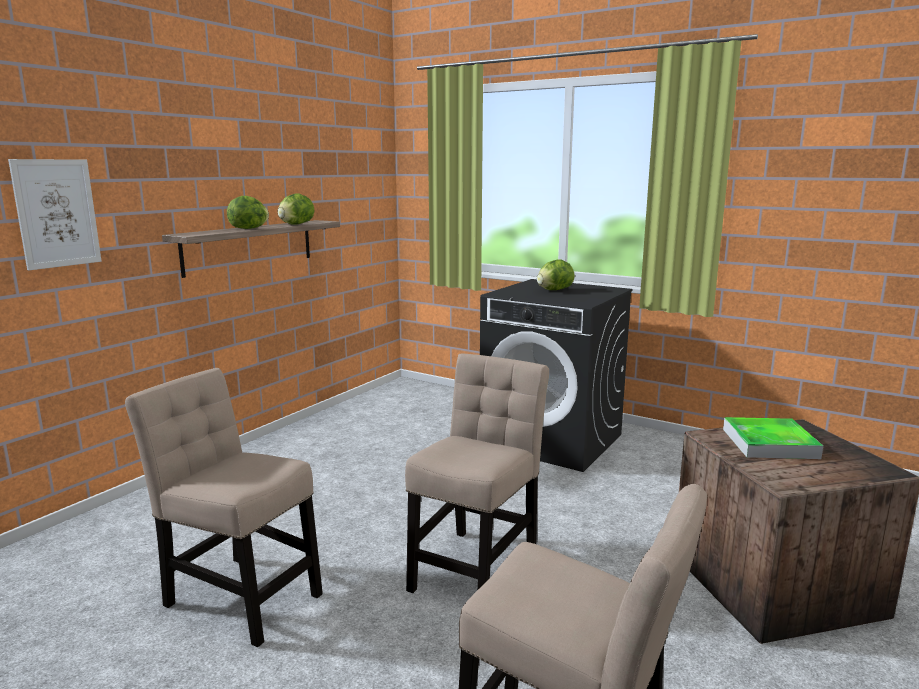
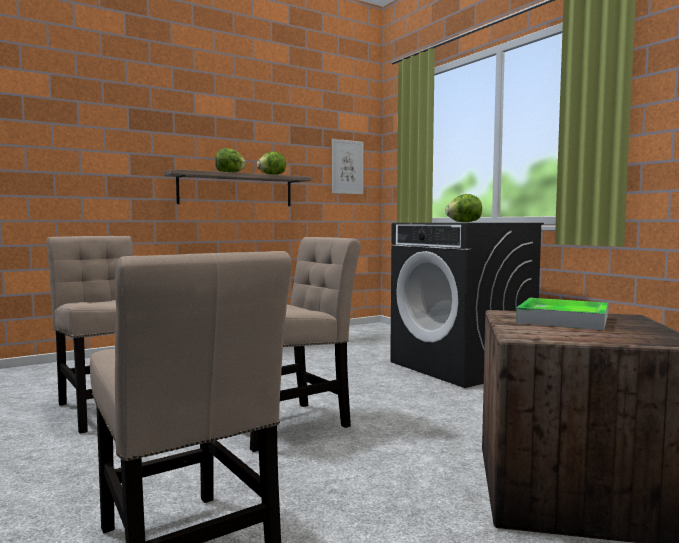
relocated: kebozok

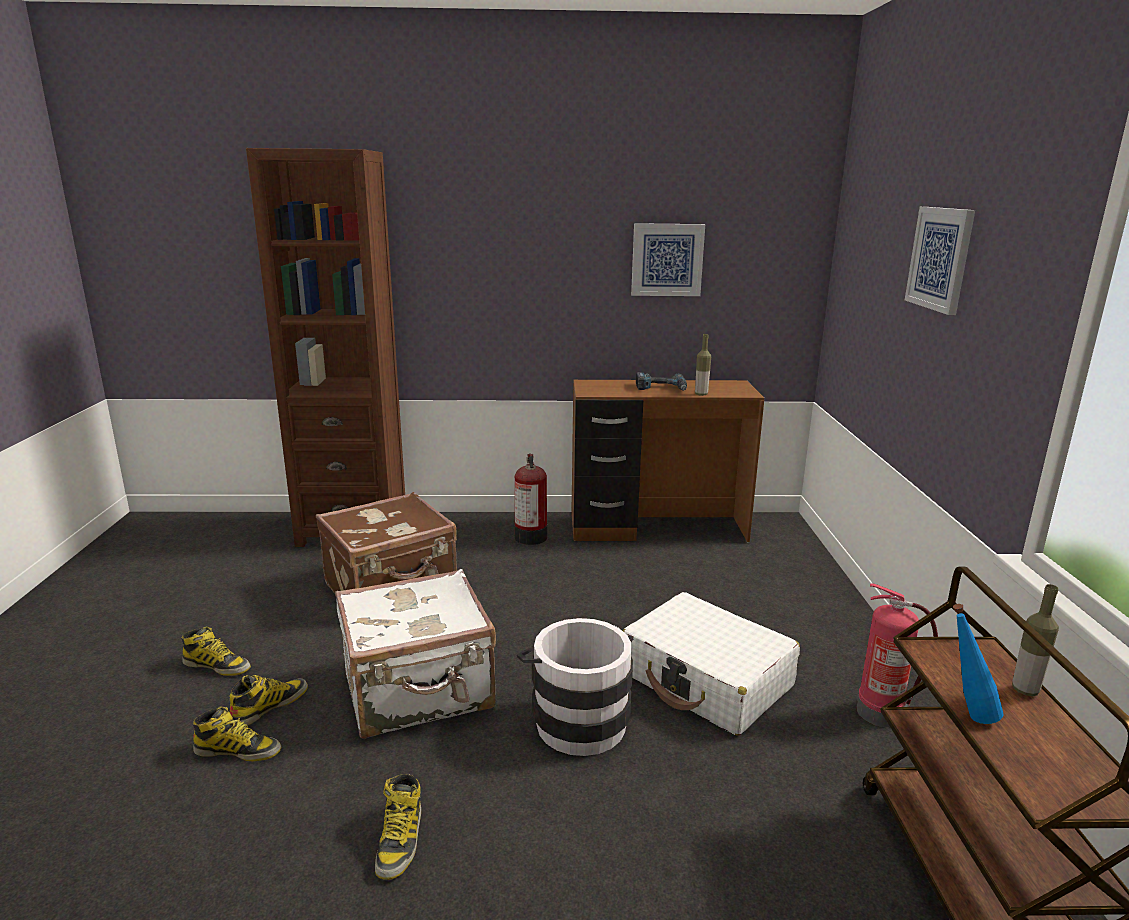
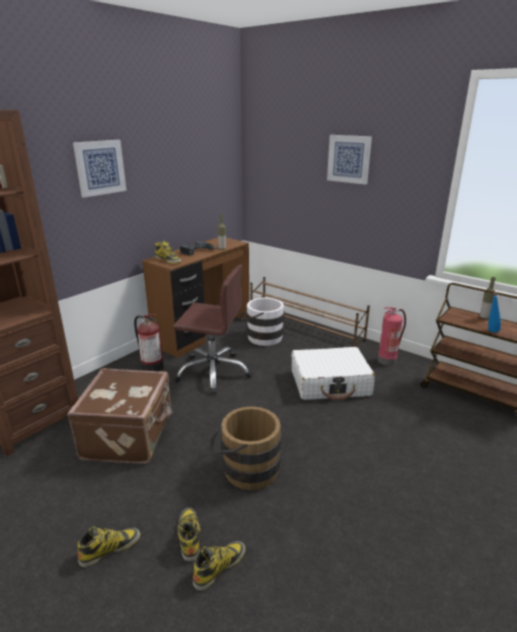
appeared: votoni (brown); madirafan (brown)
relocated: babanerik (no. 4 from left in the first image) to babanerik (no. 2 from left); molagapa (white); kebozok (no. 1 from left)
exchanged: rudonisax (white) (no. 1 from left) to molagapa (brown)

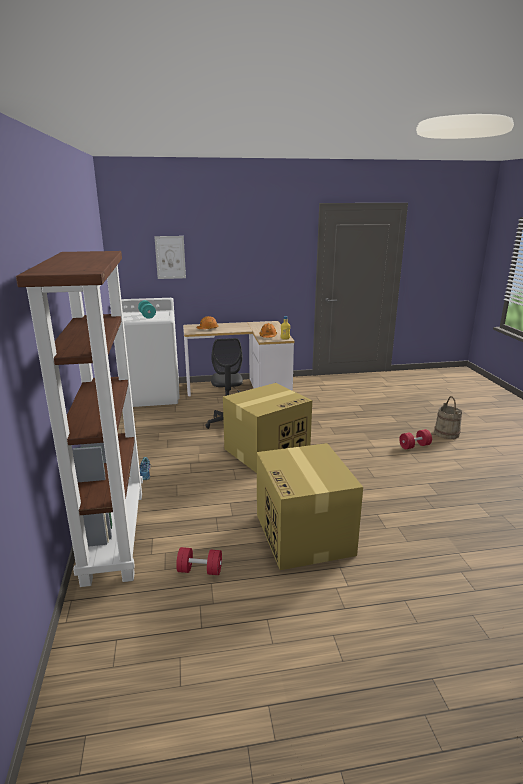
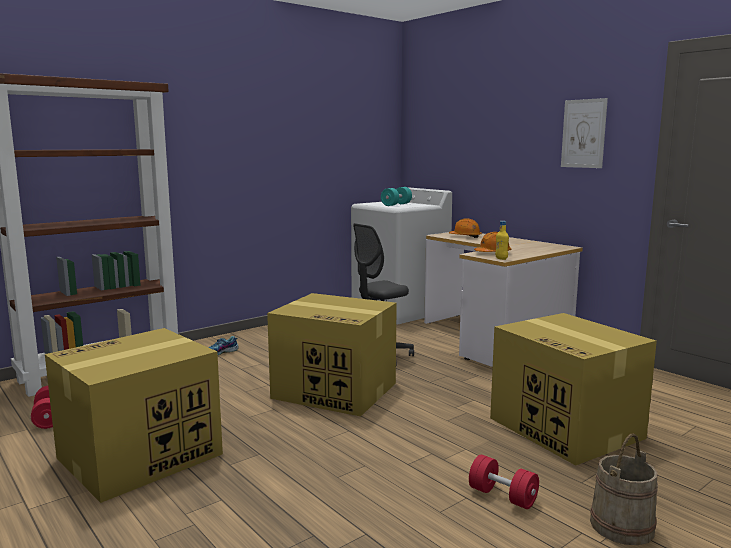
appeared: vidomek (no. 3 from left)
relocated: kebozok

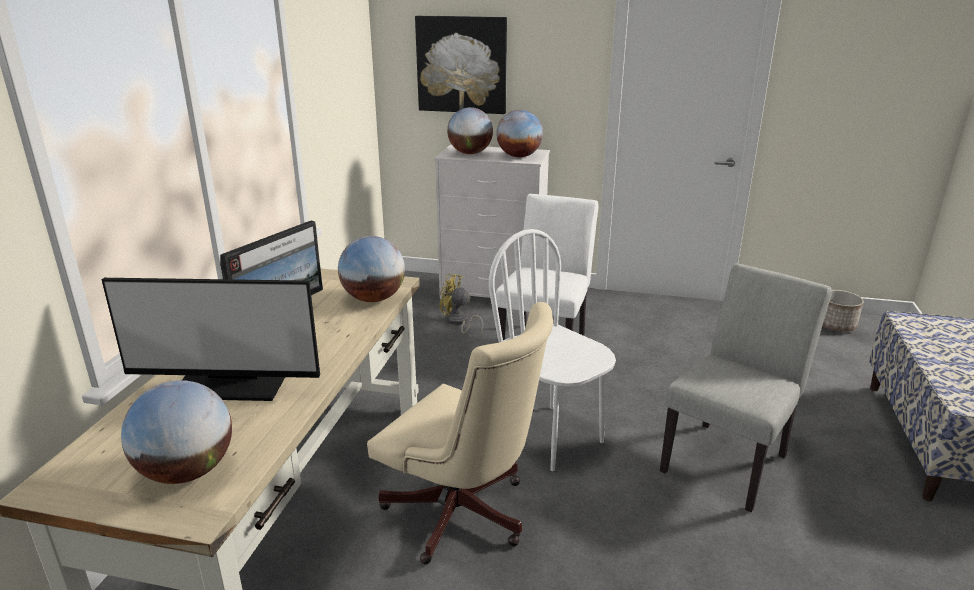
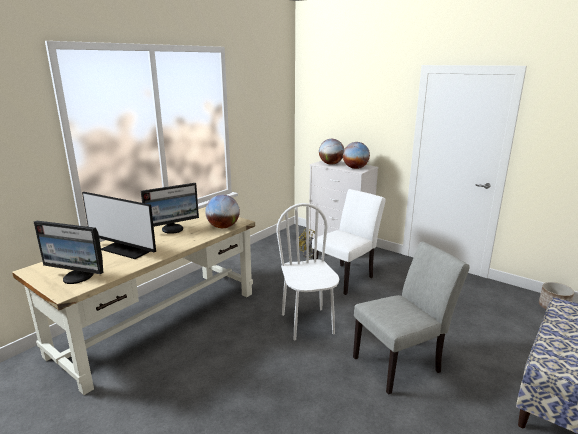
missing: votoni (beige); kebozok
exchanged: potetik (no. 1 from left) to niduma (no. 1 from left)

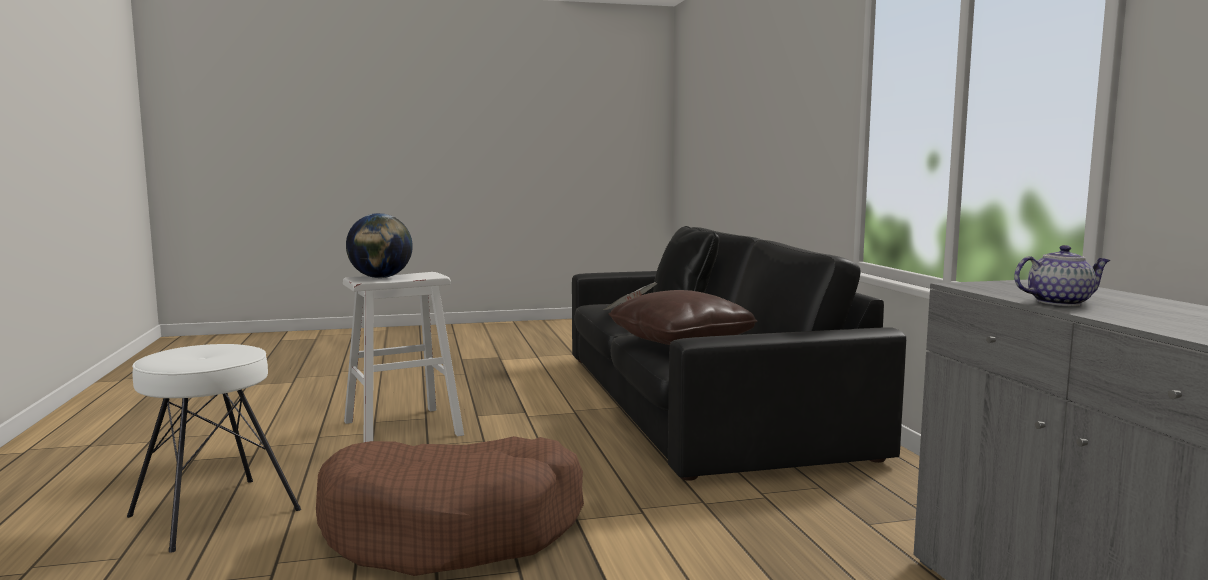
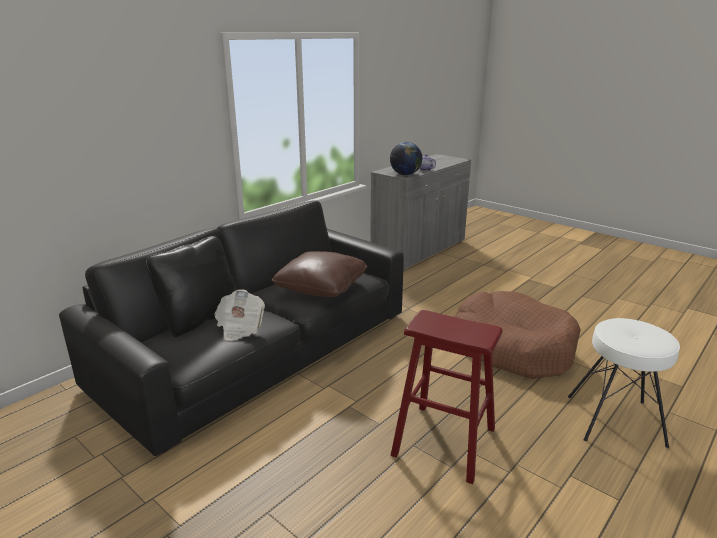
relocated: potetik
colour: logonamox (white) (no. 2 from left) to logonamox (red)

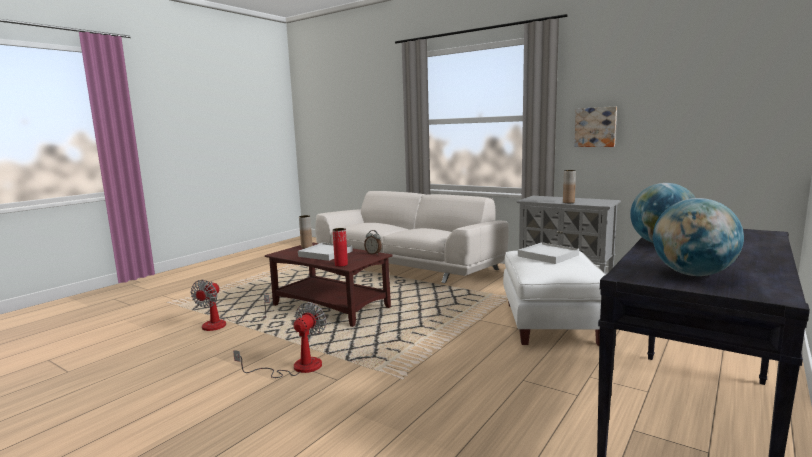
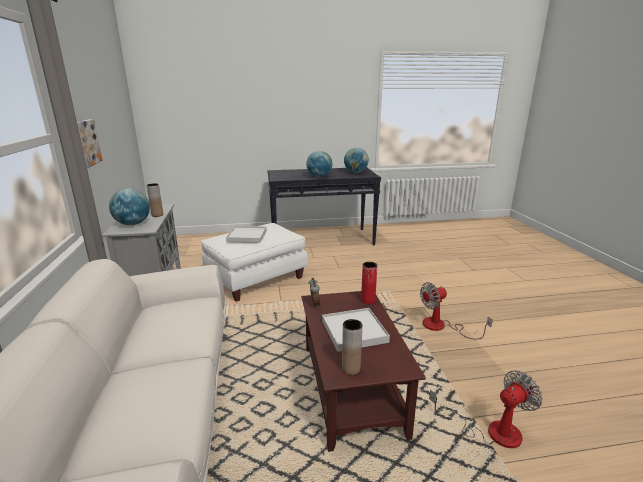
appeared: potetik (no. 1 from left)

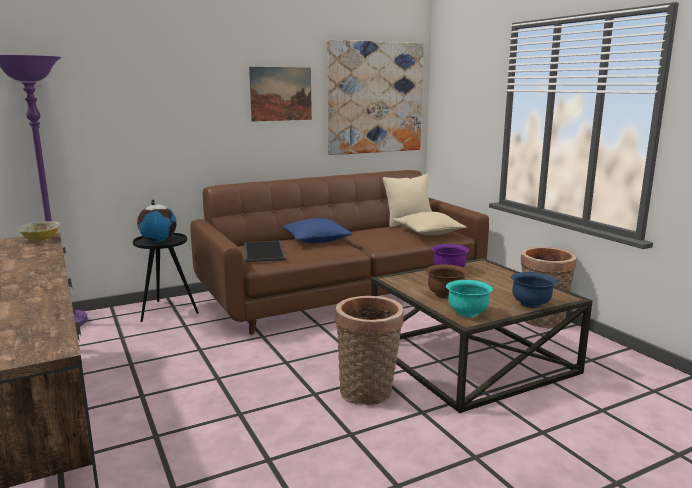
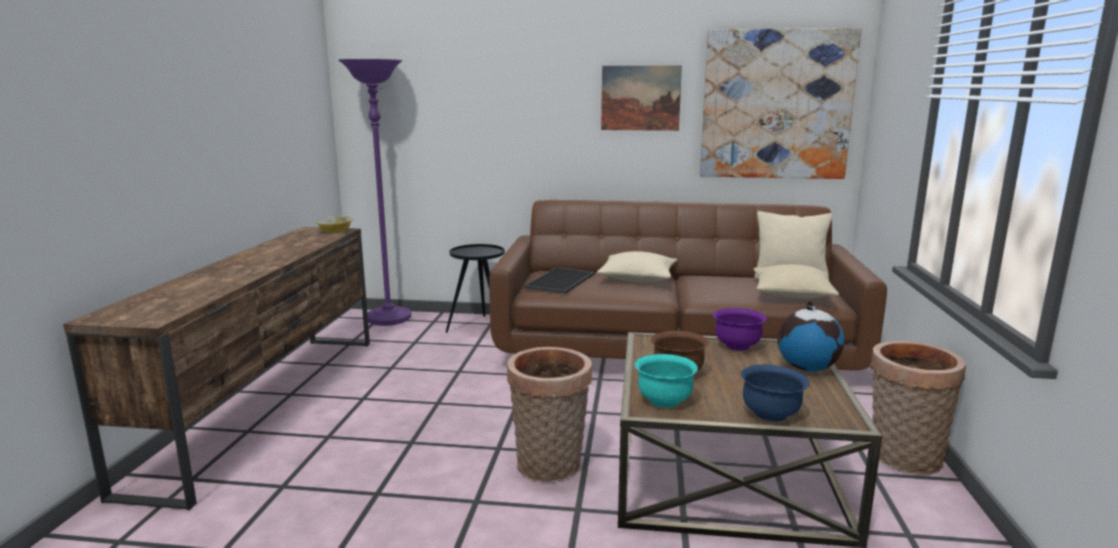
relocated: potetik
colour: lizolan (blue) to lizolan (beige) (no. 1 from left)

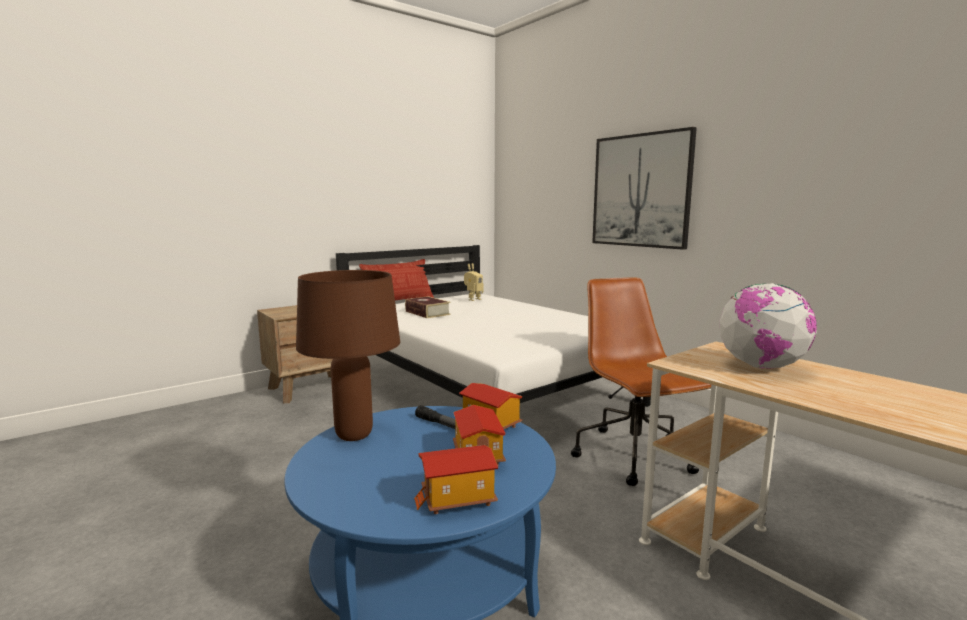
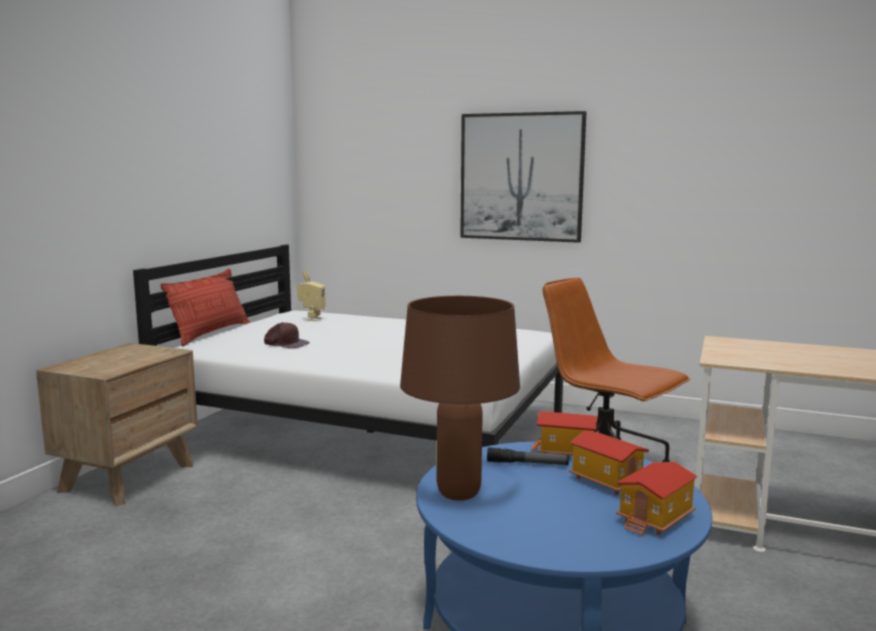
missing: potetik
exchanged: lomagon to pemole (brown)

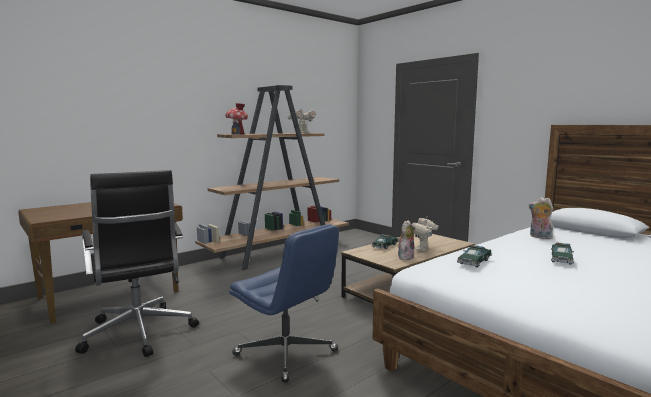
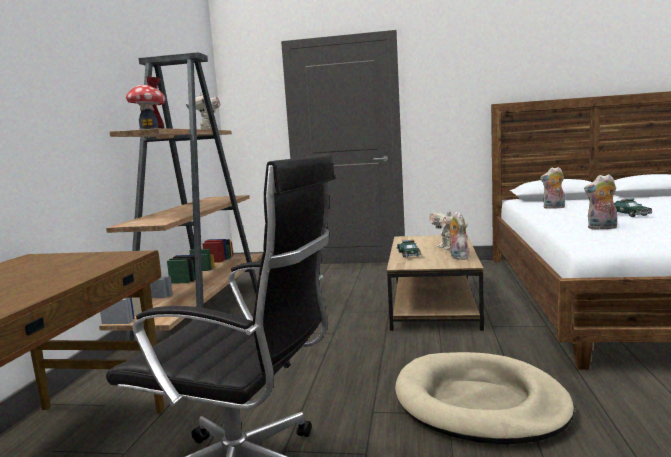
exchanged: votoni (blue) to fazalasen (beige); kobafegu (no. 2 from left) to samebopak (no. 3 from left)

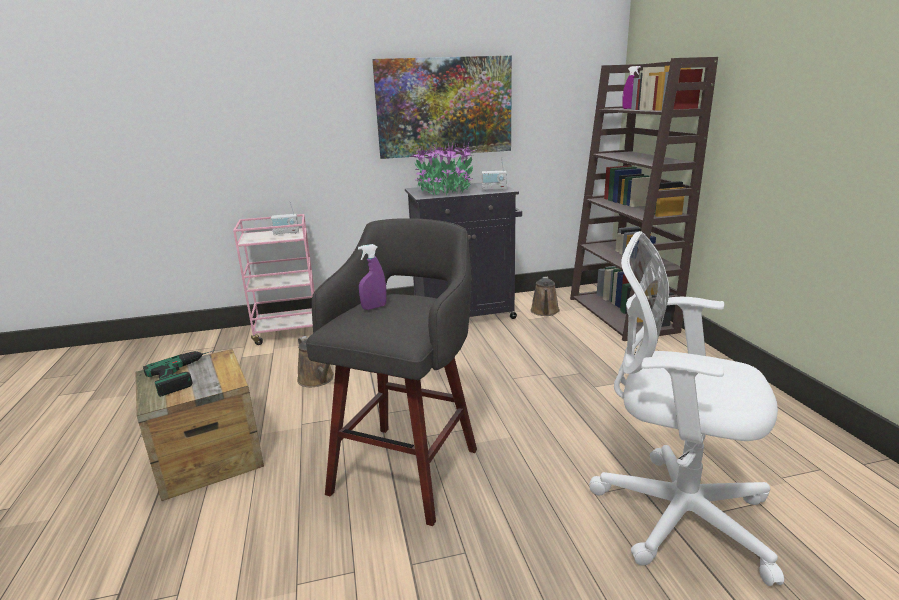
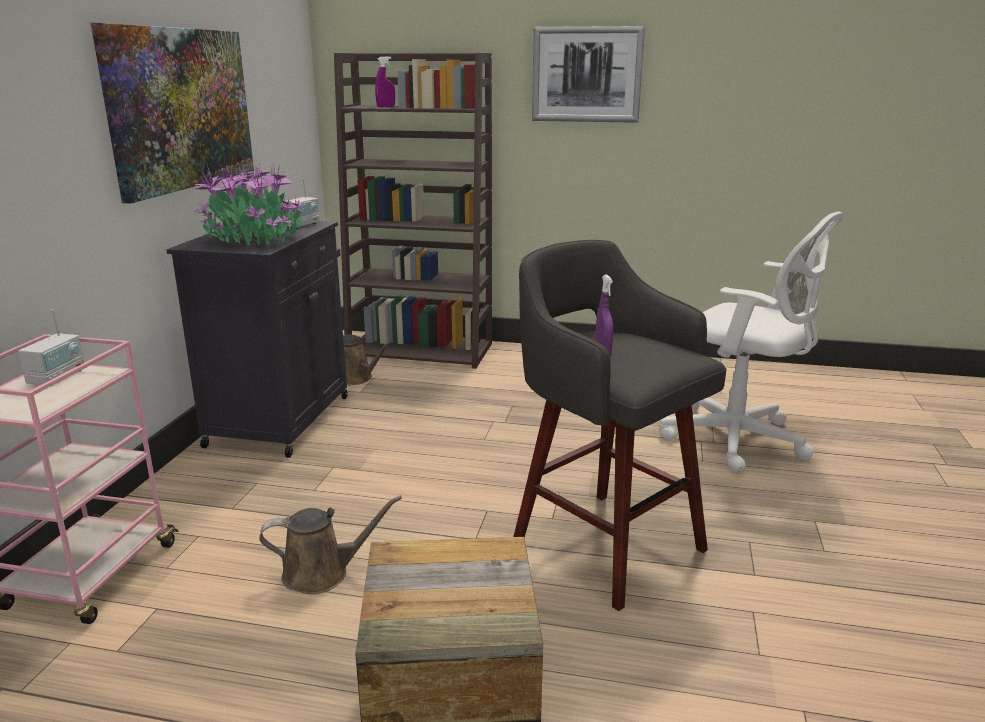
missing: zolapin
appeared: kebozok (no. 2 from left)
spun: votoni (white) 105 degrees counterclockwise

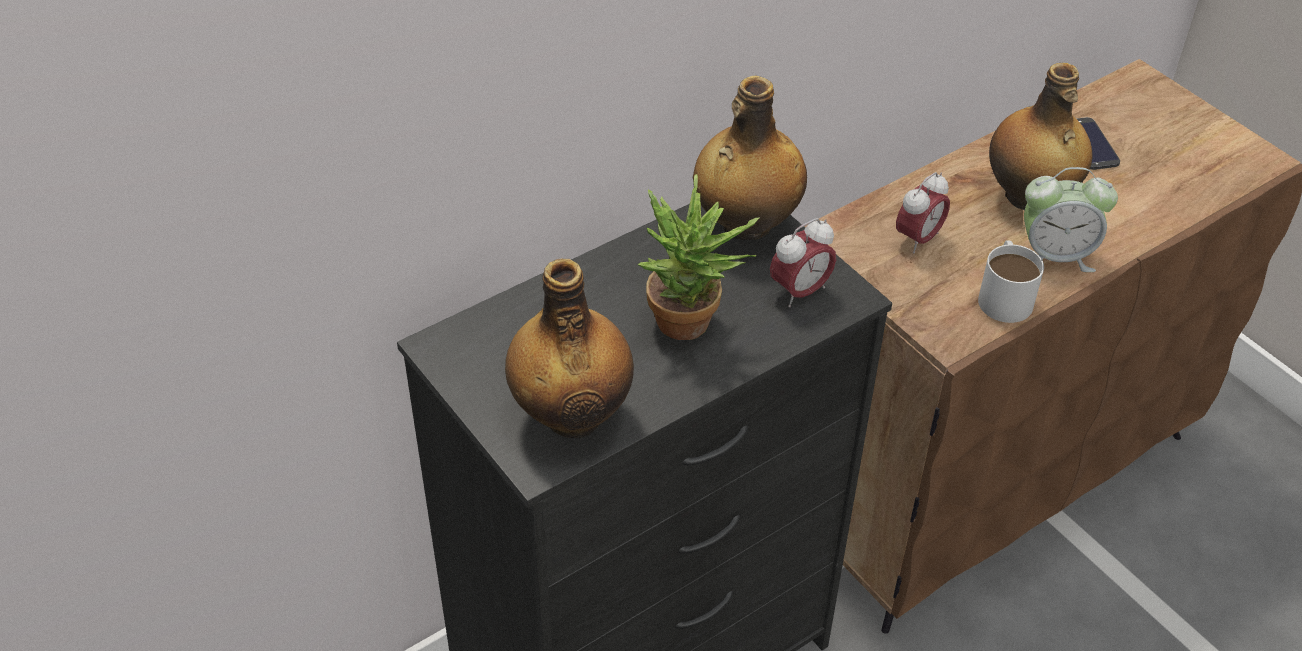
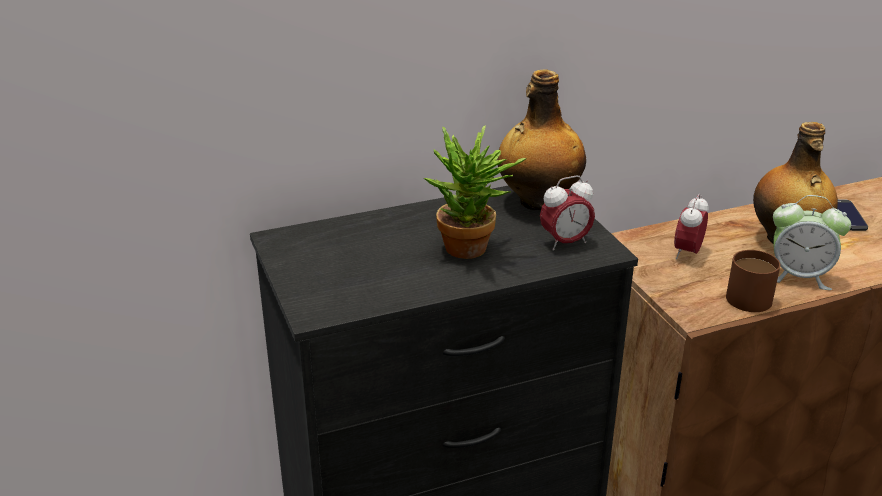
missing: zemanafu (no. 1 from left)
colour: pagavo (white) to pagavo (brown)
spun: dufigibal (no. 2 from left) 150 degrees clockwise

